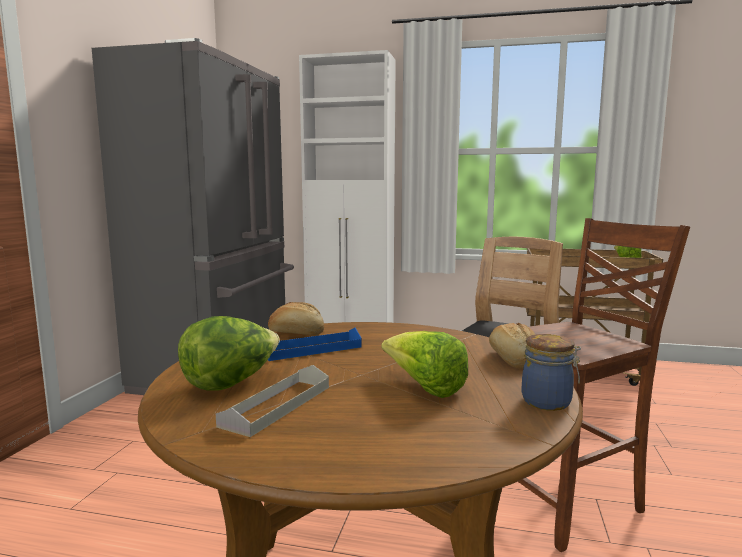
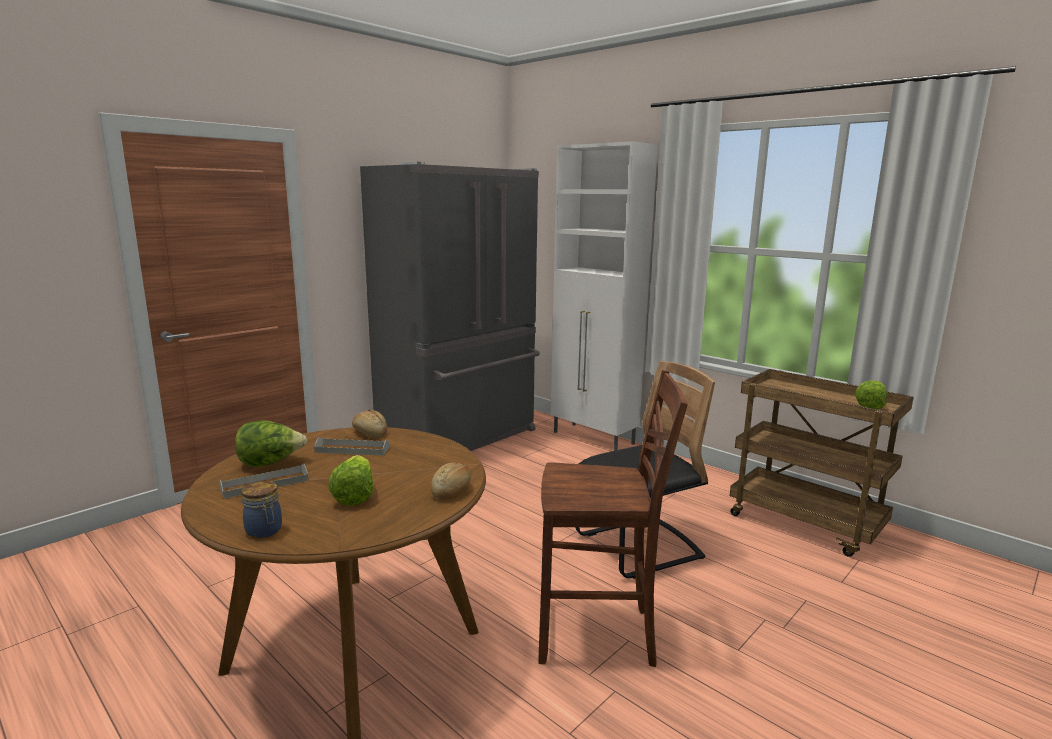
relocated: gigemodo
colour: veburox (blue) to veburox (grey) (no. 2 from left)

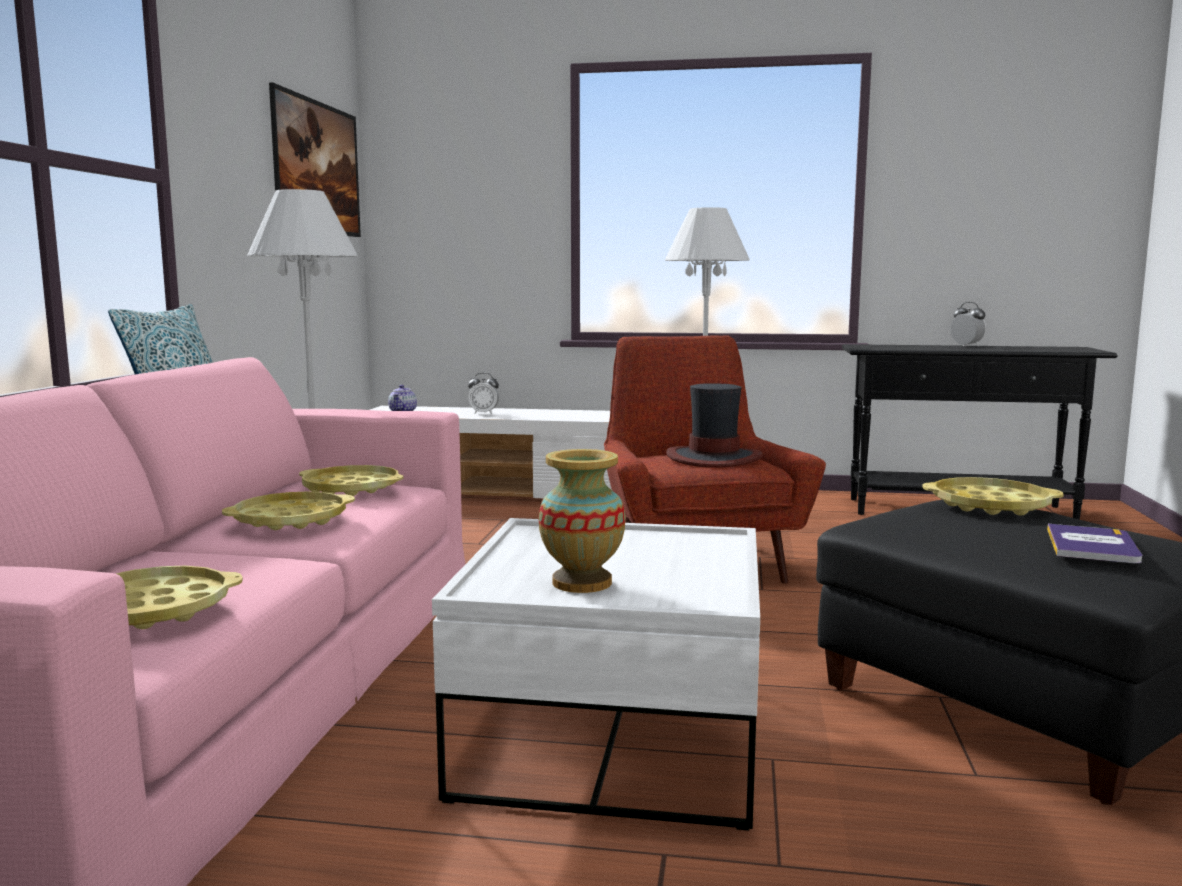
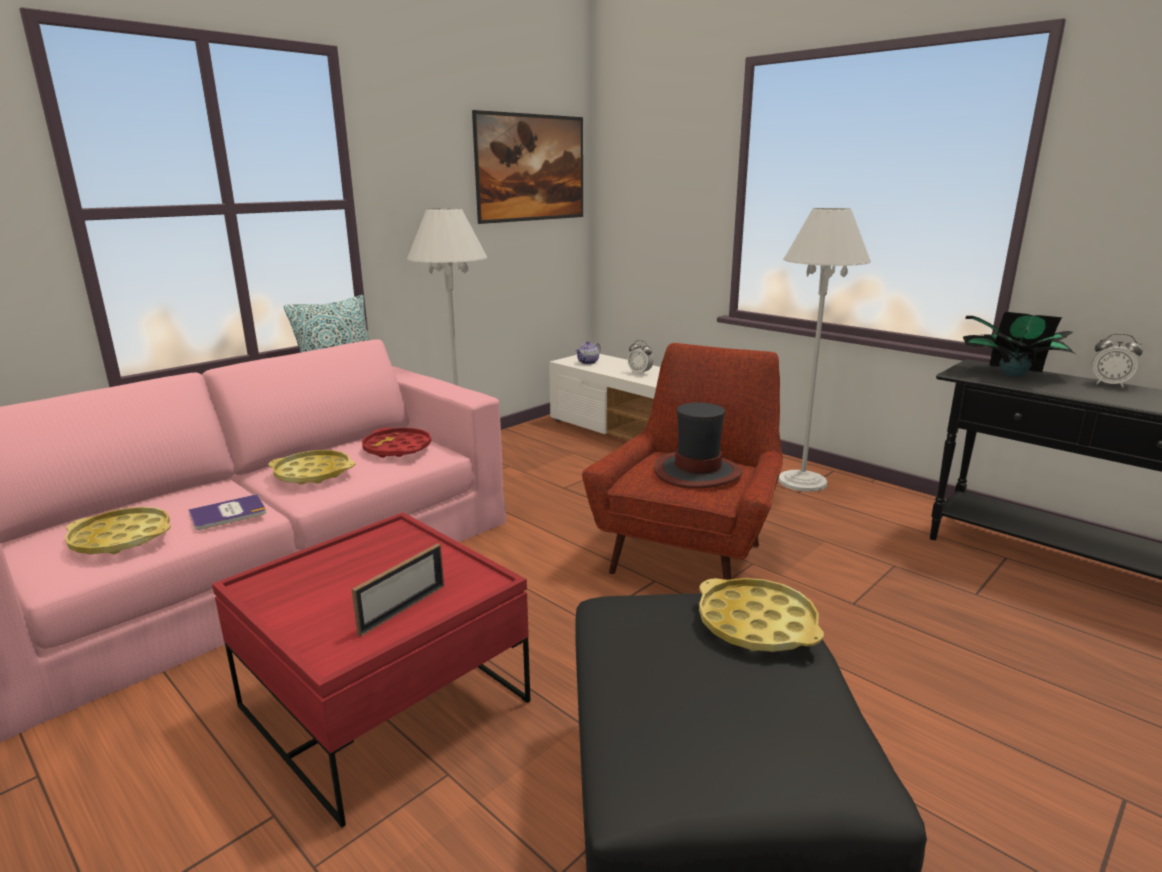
missing: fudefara
appeared: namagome; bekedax
relocated: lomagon
colour: veburox (yellow) (no. 3 from left) to veburox (red); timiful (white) to timiful (red)
spun: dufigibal (no. 2 from left) 120 degrees clockwise

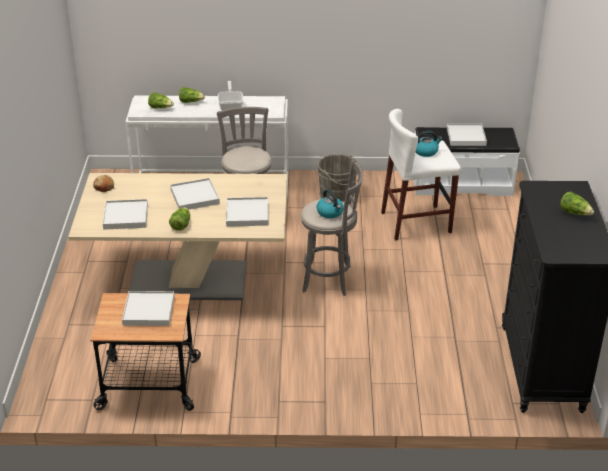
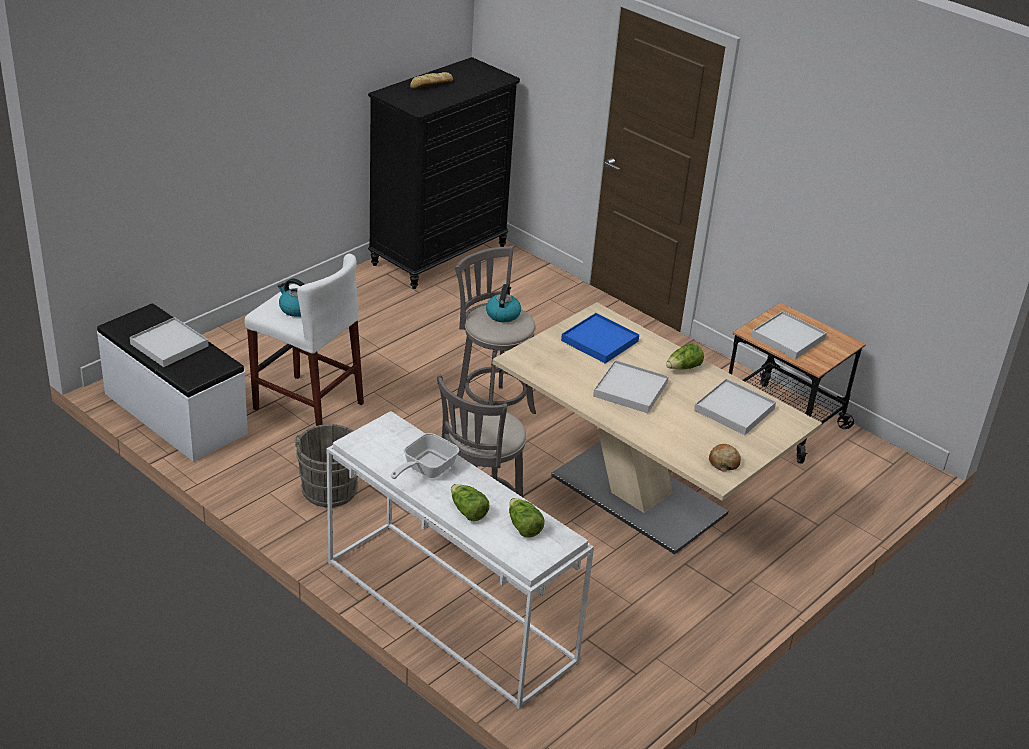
exchanged: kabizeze (no. 4 from left) to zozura (no. 1 from left)
colour: veburox (white) (no. 4 from left) to veburox (blue)

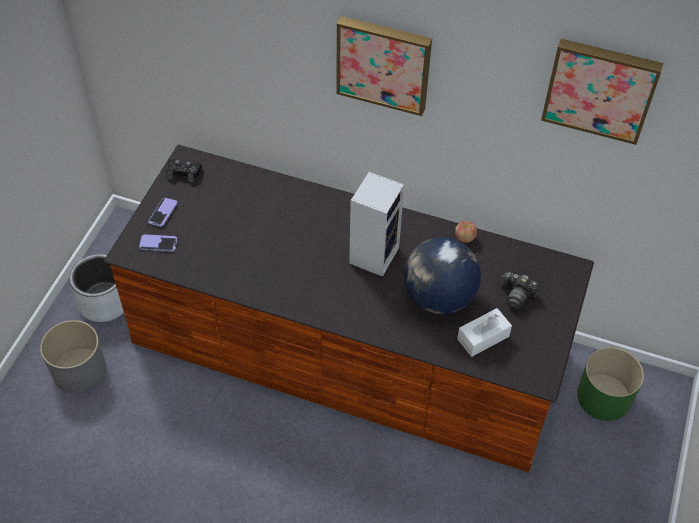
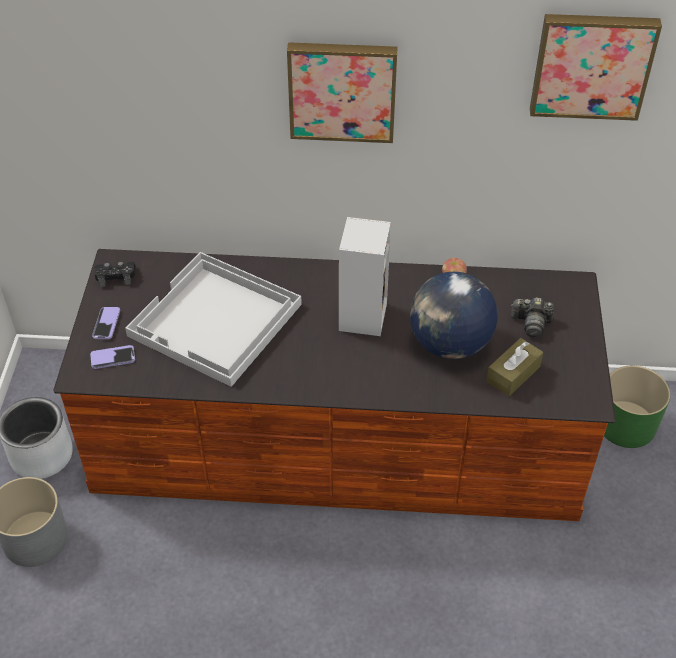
appeared: veburox (white)
colour: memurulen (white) to memurulen (brown)

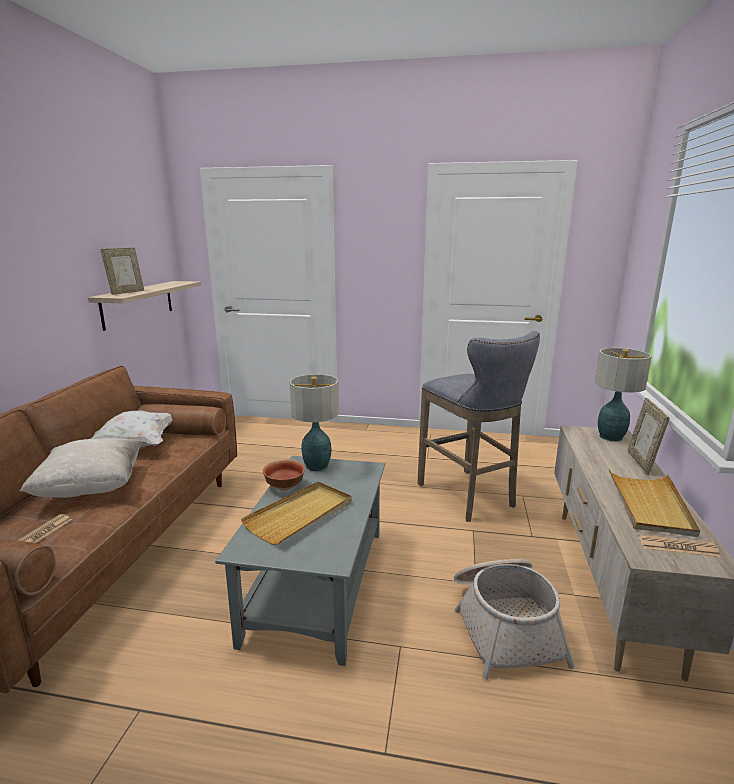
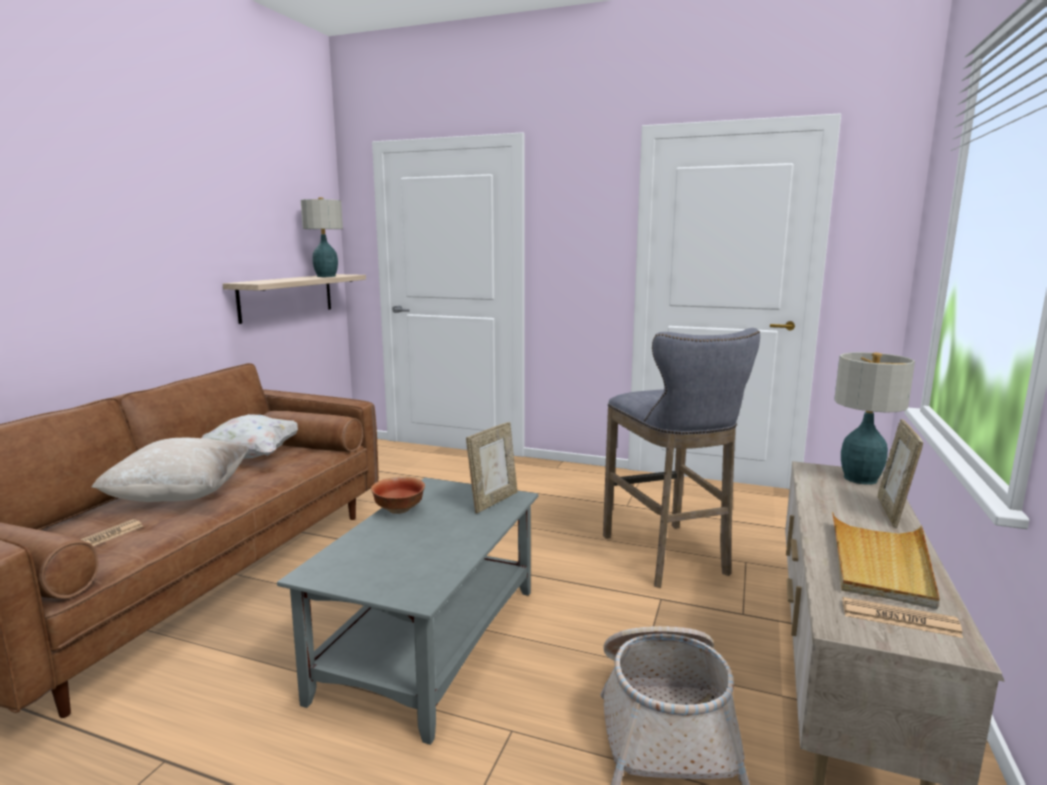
missing: veburox (beige) (no. 1 from left)
relocated: namagome (no. 1 from left); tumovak (no. 1 from left)

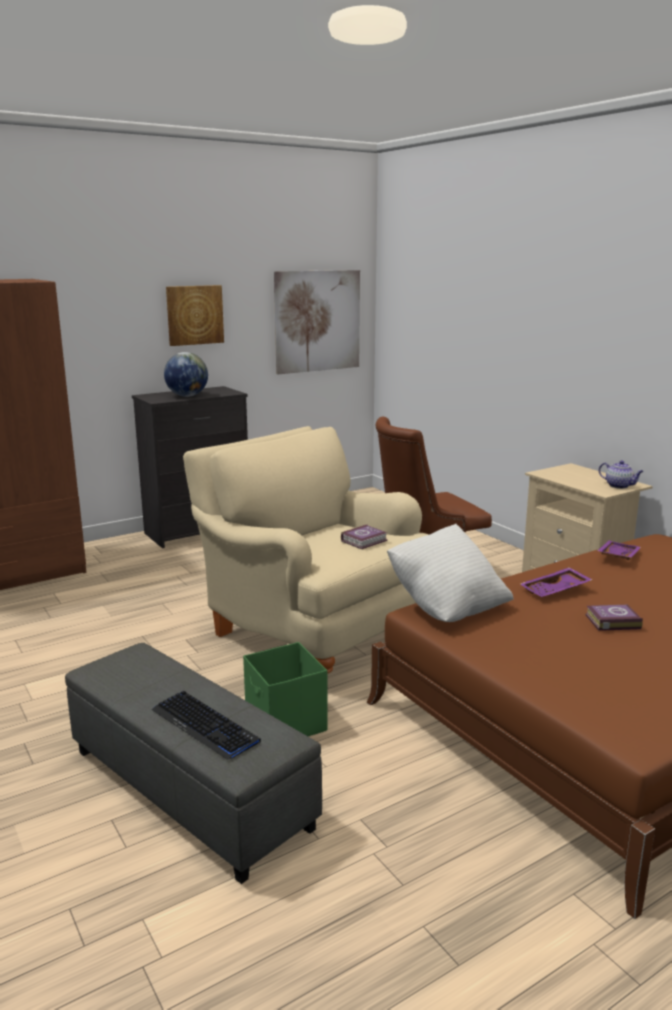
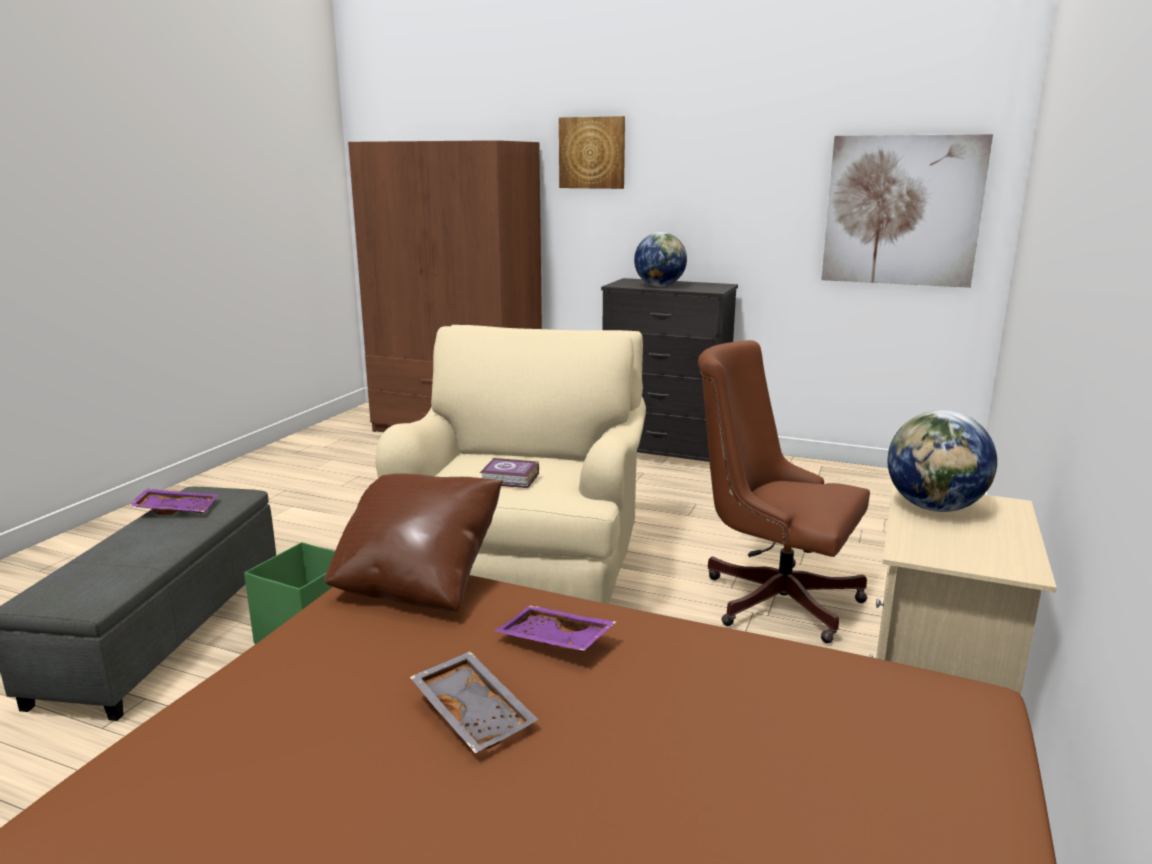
missing: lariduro; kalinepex
appeared: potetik (no. 2 from left)
relocated: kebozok (no. 1 from left); veburox (purple) (no. 2 from left in the first image) to veburox (purple) (no. 1 from left)
exchanged: lomagon (no. 2 from left) to veburox (grey)
colour: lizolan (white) to lizolan (brown)

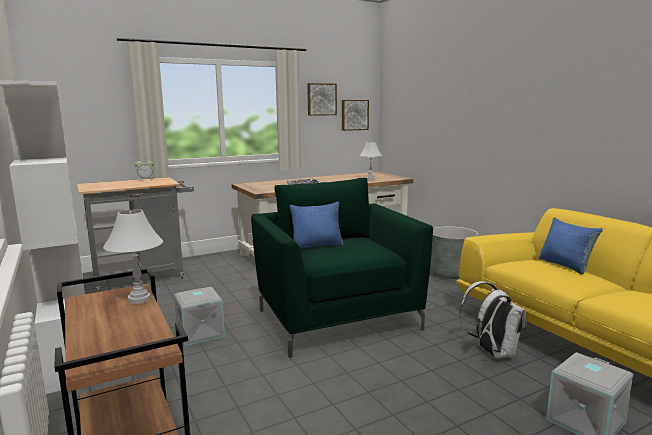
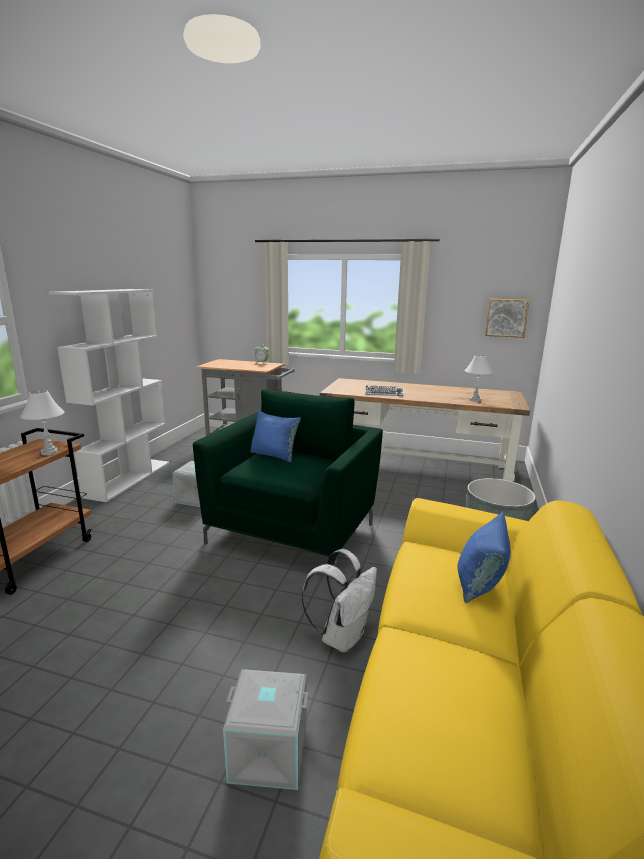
missing: kebozok (no. 1 from left)

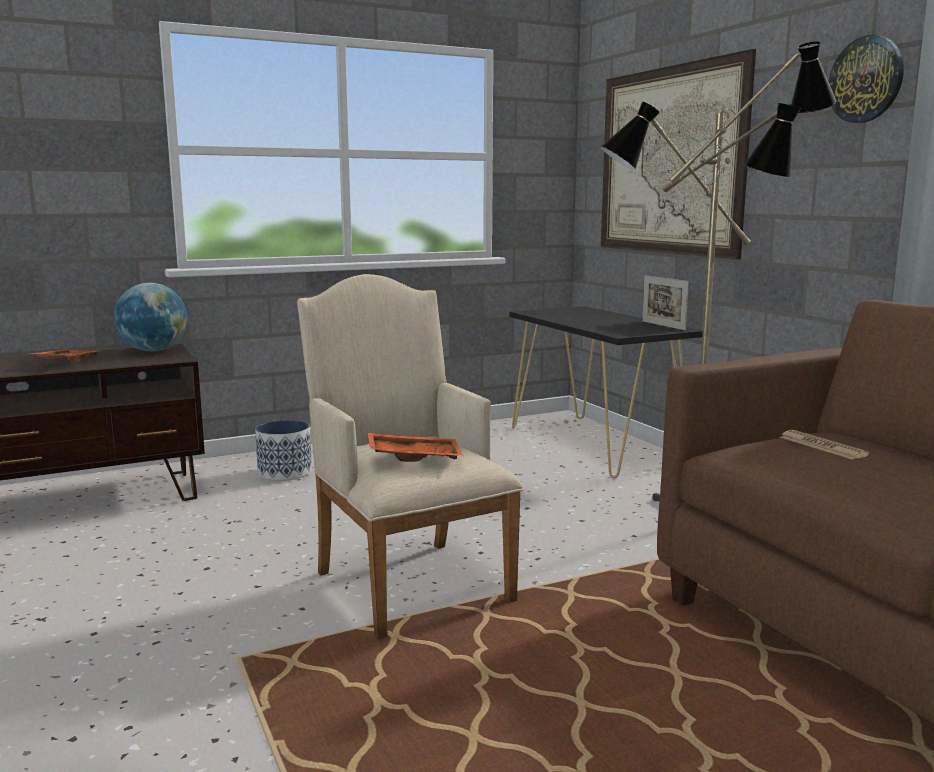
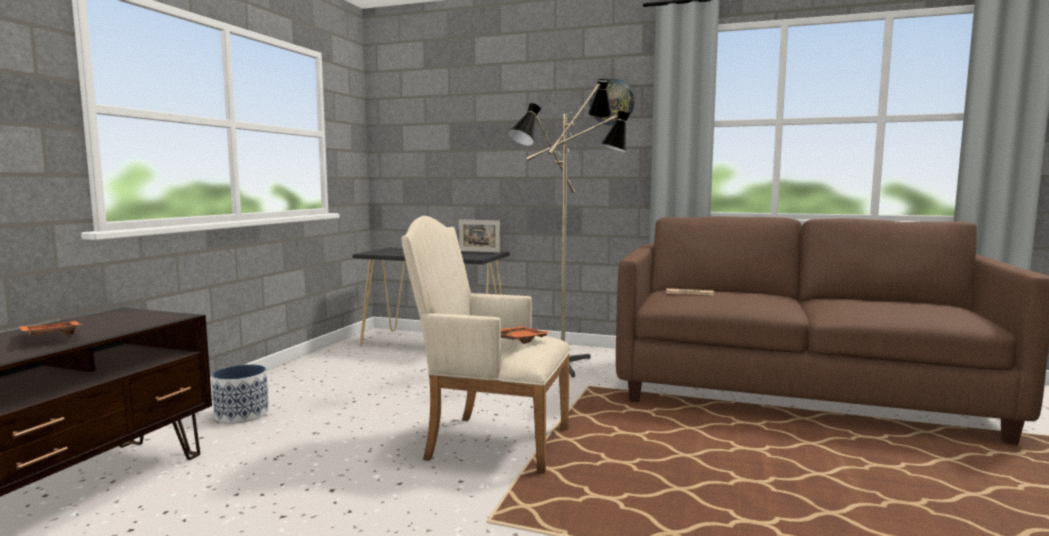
missing: potetik; kebozok

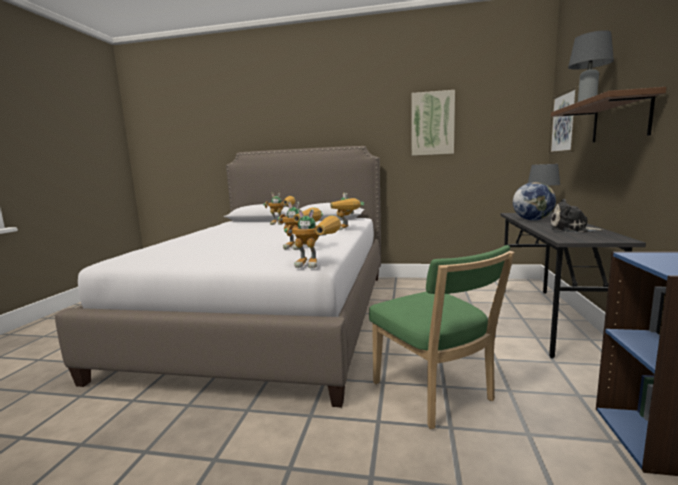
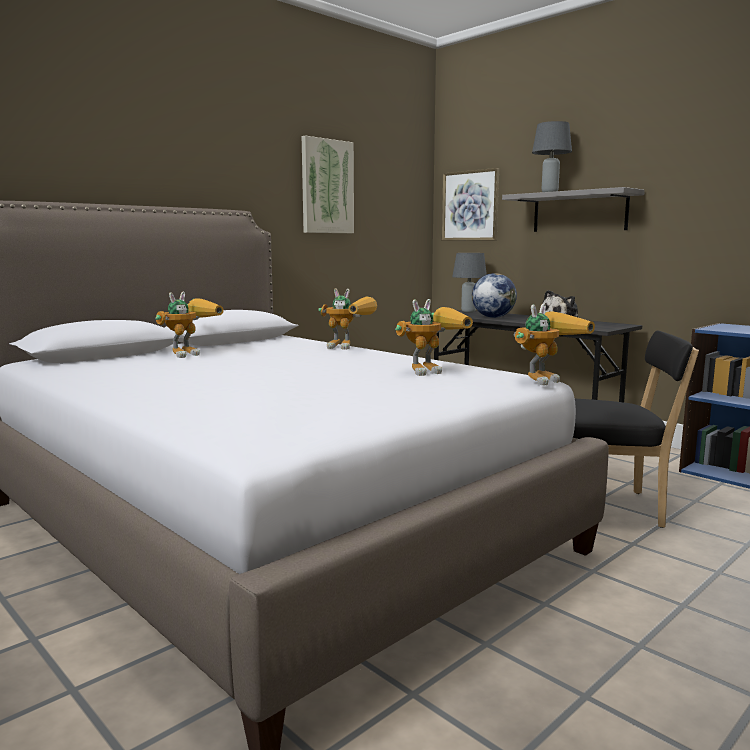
colour: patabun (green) to patabun (black); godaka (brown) to godaka (grey)

